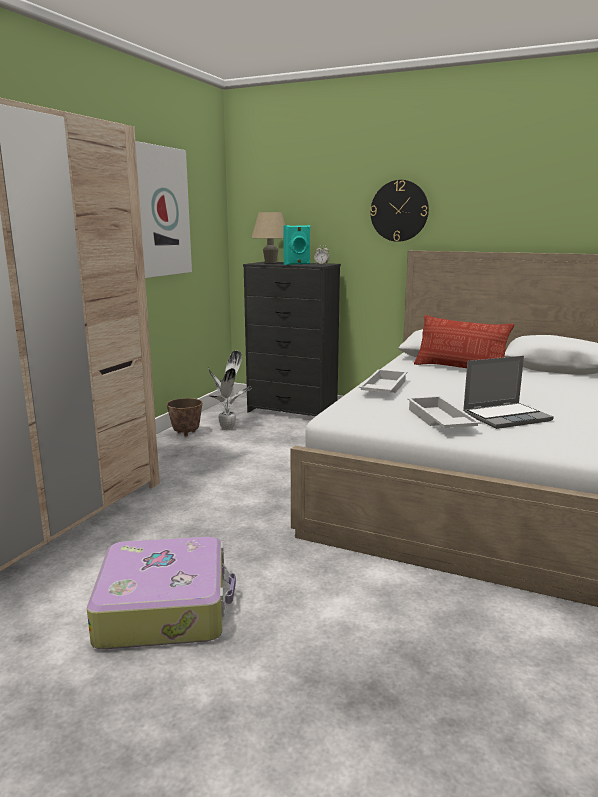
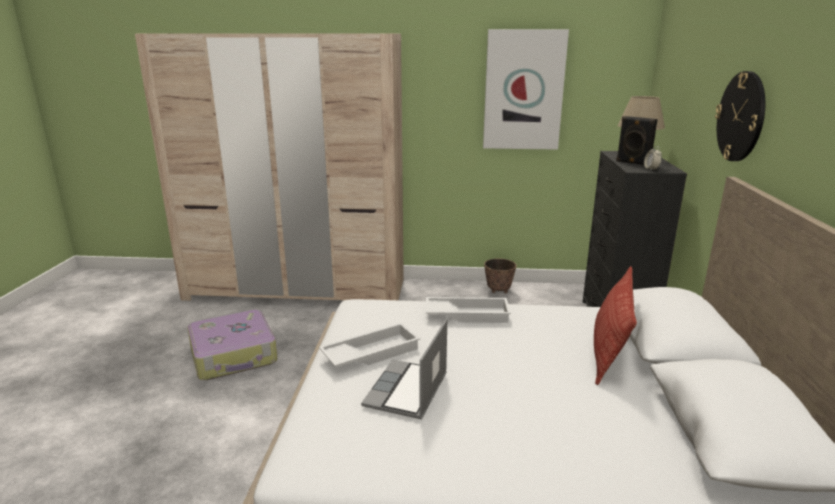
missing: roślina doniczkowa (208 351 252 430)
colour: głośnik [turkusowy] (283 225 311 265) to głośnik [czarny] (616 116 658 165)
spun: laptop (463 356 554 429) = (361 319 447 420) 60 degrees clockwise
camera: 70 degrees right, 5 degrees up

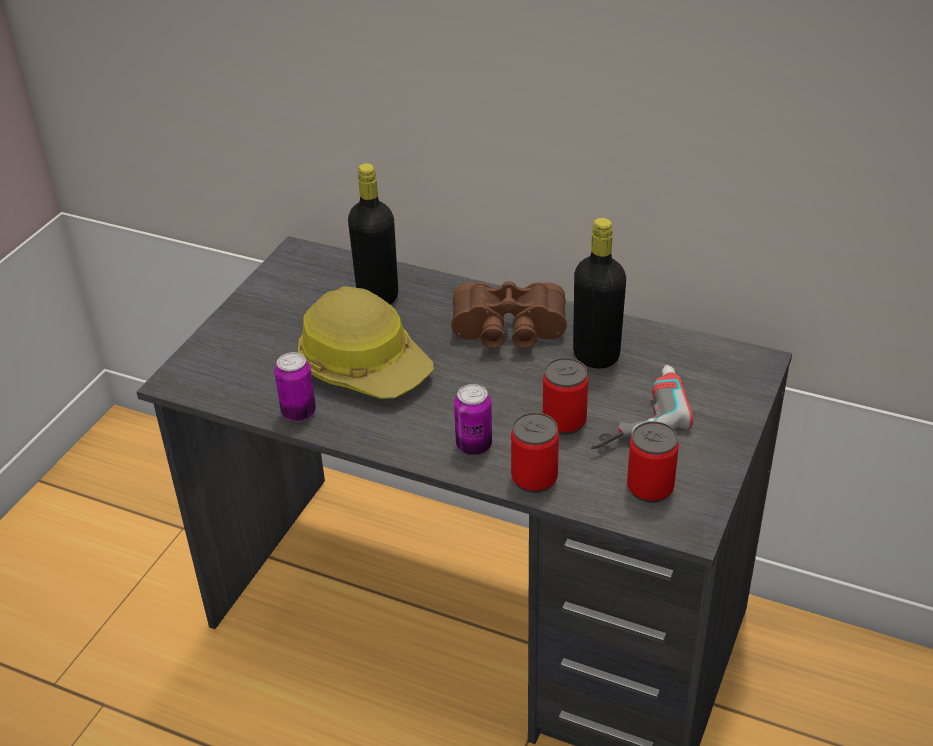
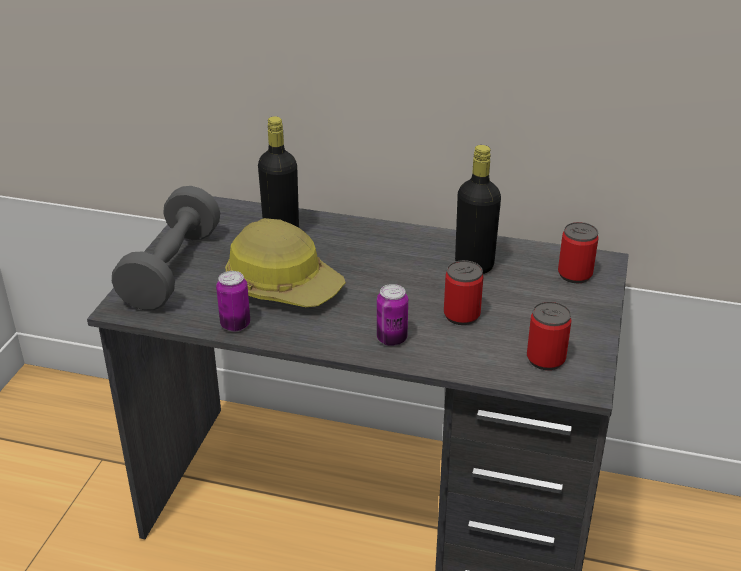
missing: lornetka [brązowy] (451 281 567 348); wiertarka (591 365 693 449)
appeared: hantel [szary] (112 186 220 310)
relocated: puszka (511 412 559 493) to (558 222 599 283)
camera: 10 degrees left, 5 degrees down

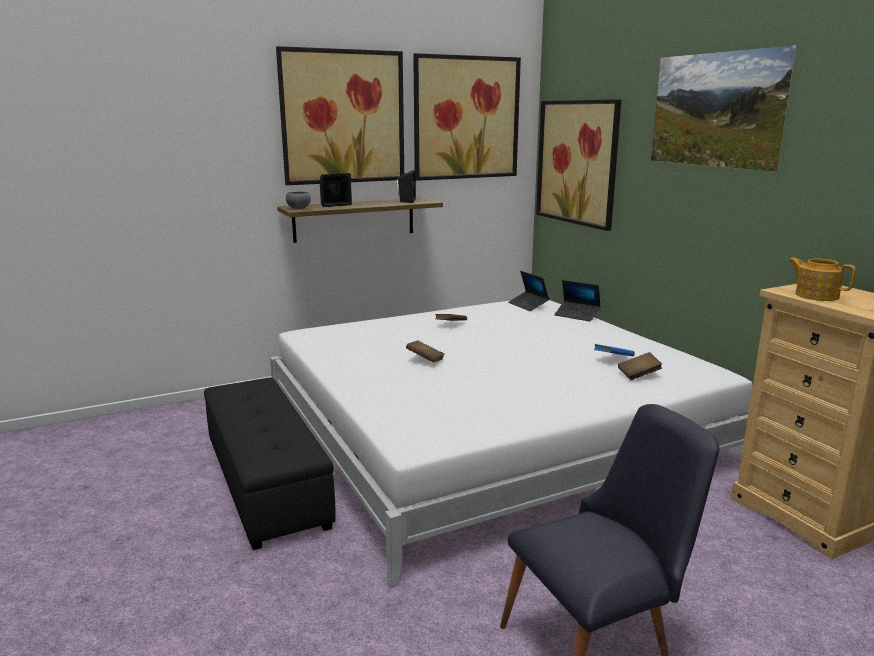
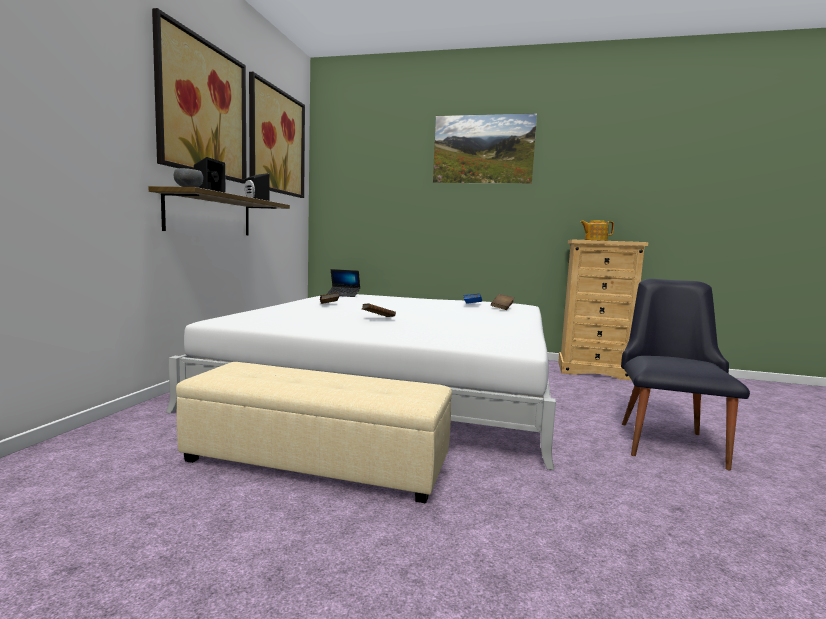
missing: obraz (536 99 621 231); laptop (554 280 601 322)
colour: pufa [czarny] (204 378 336 550) to pufa [beżowy] (176 362 452 503)
camera: 50 degrees left, 10 degrees down

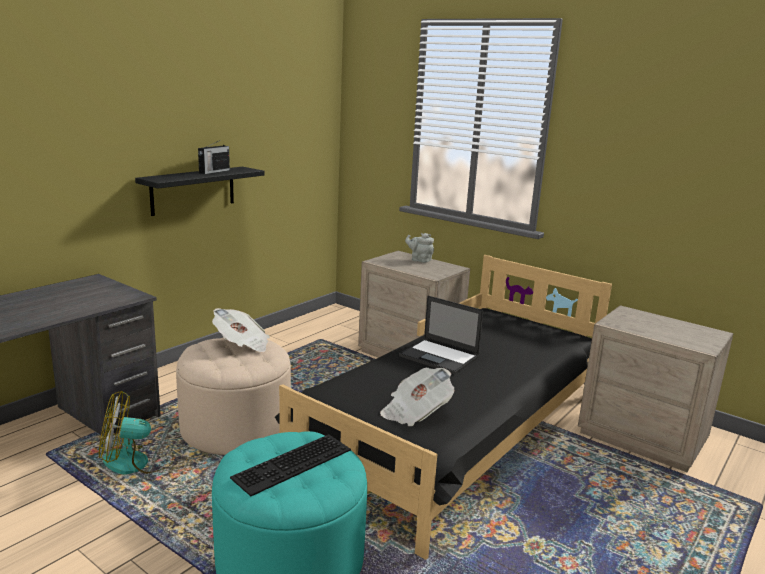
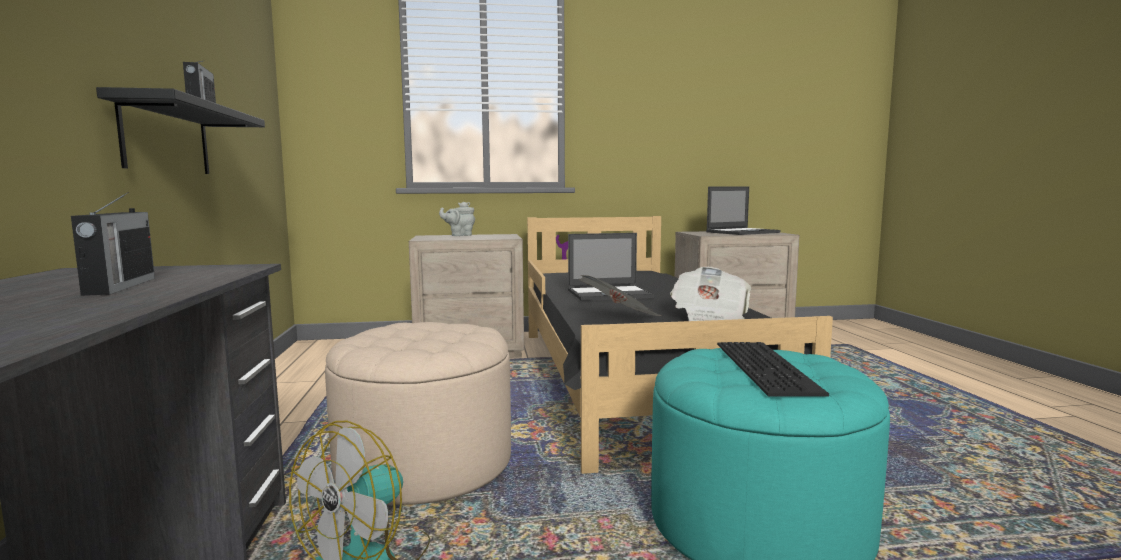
appeared: radio (71 192 155 296); laptop (706 186 780 235)
relocated: gazeta (212 308 270 352) to (579 275 662 316)
camera: 45 degrees left, 10 degrees down

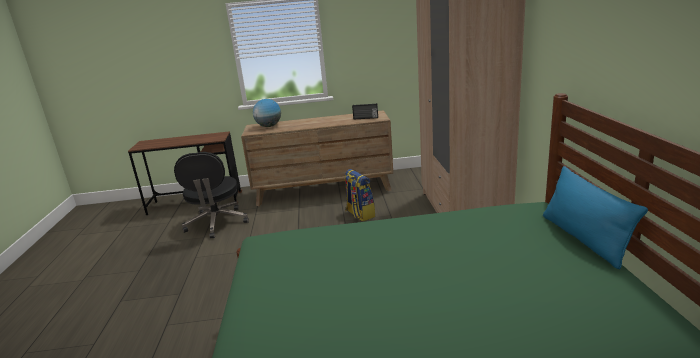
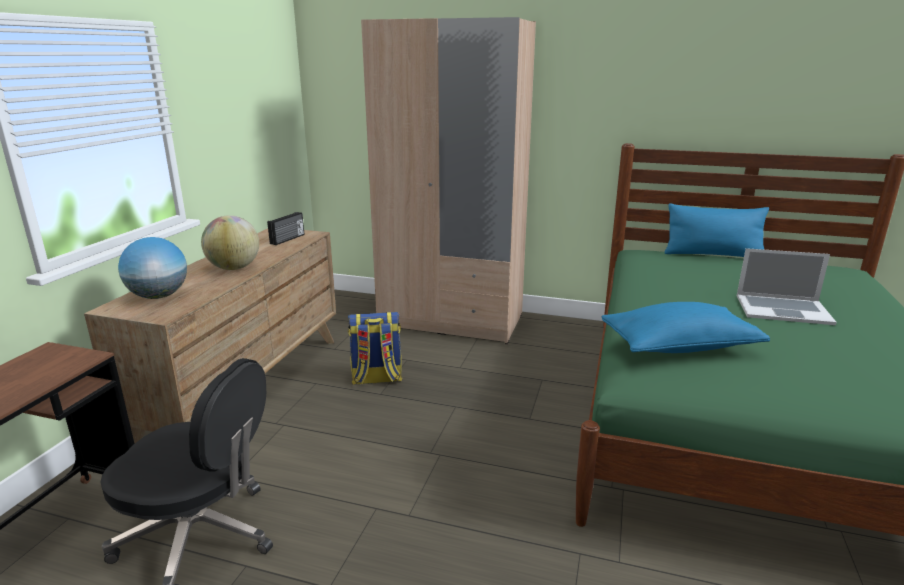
appeared: globus (201 215 259 270); poduszka [niebieski] (602 302 770 353); laptop (737 248 837 325)
camera: 70 degrees left, 0 degrees up

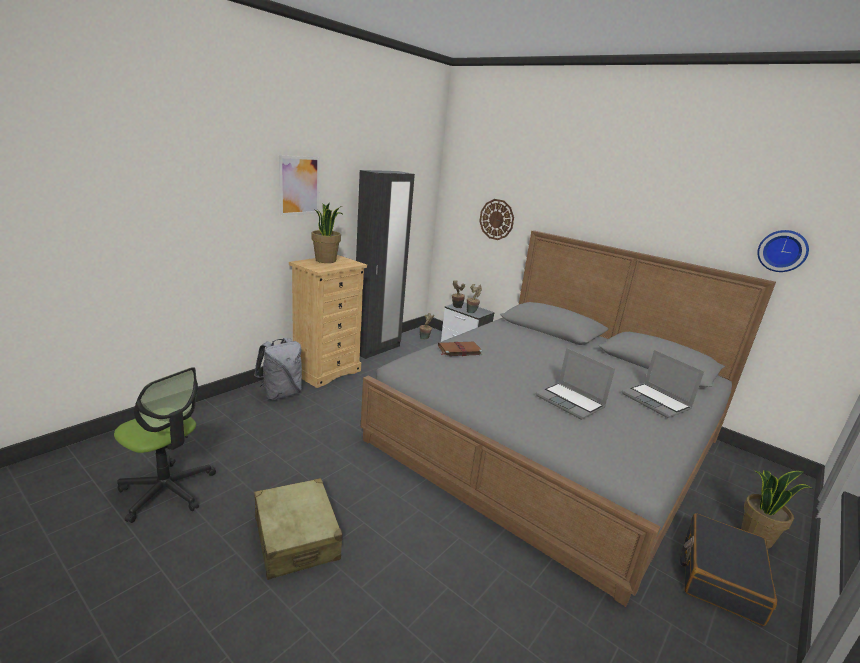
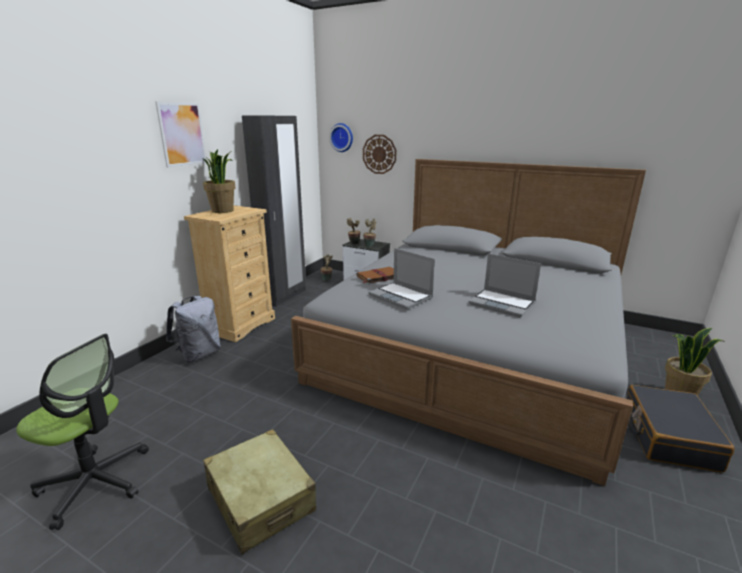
relocated: zegar ścienny (757 230 809 272) to (329 123 353 152); laptop (622 350 704 418) to (369 248 435 309)
camera: 10 degrees left, 0 degrees up

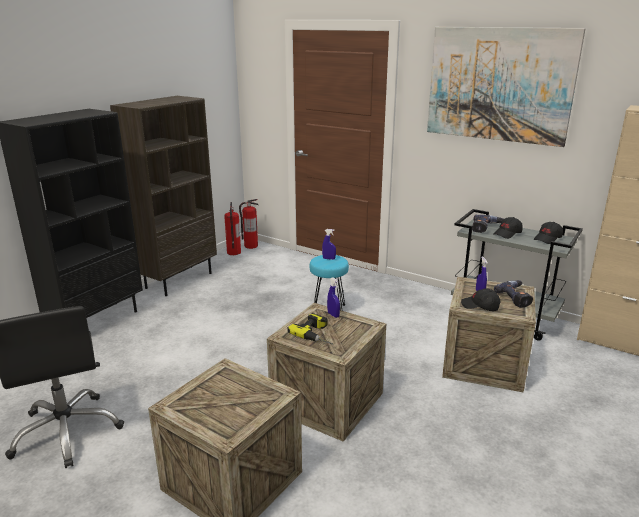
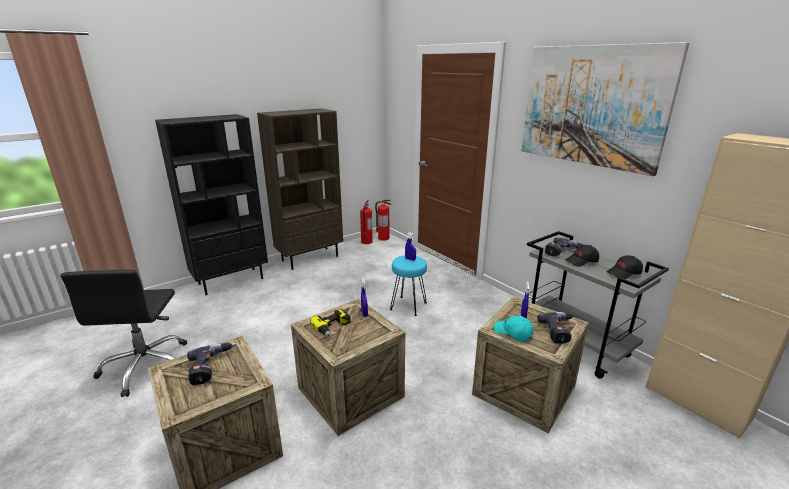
appeared: wiertarka (187 343 233 385)
colour: czapka z daszkiem [czarny] (461 288 501 311) to czapka z daszkiem [turkusowy] (494 316 534 342)
camera: 20 degrees right, 0 degrees up

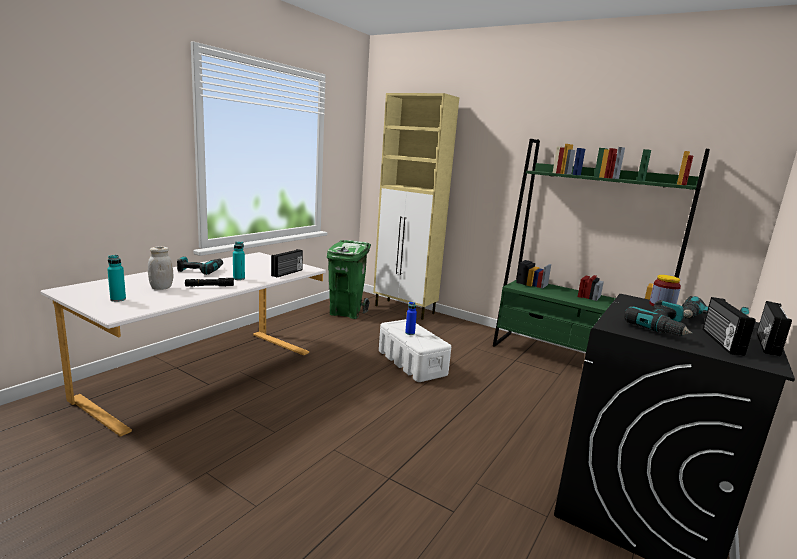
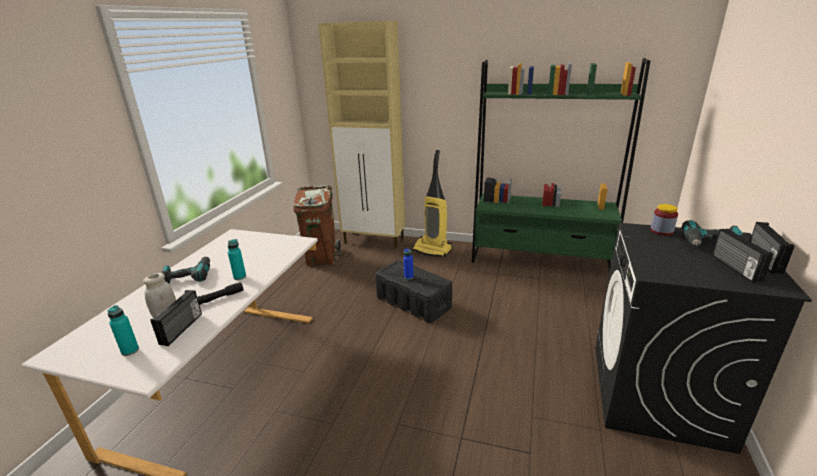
missing: wiertarka (624 300 692 336)
appeared: odkurzacz (412 150 452 258)
relocated: radio (271 249 303 277) to (151 290 202 346)
colour: kosz na śmieci [zielony] (327 240 371 319) to kosz na śmieci [brązowy] (293 185 341 266); pojemnik do przechowywania [biały] (379 319 451 382) to pojemnik do przechowywania [czarny] (375 260 452 323)
camera: 15 degrees left, 10 degrees up

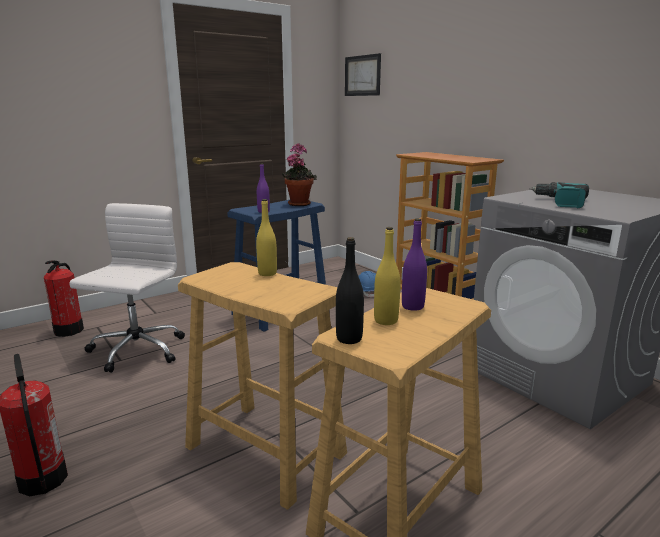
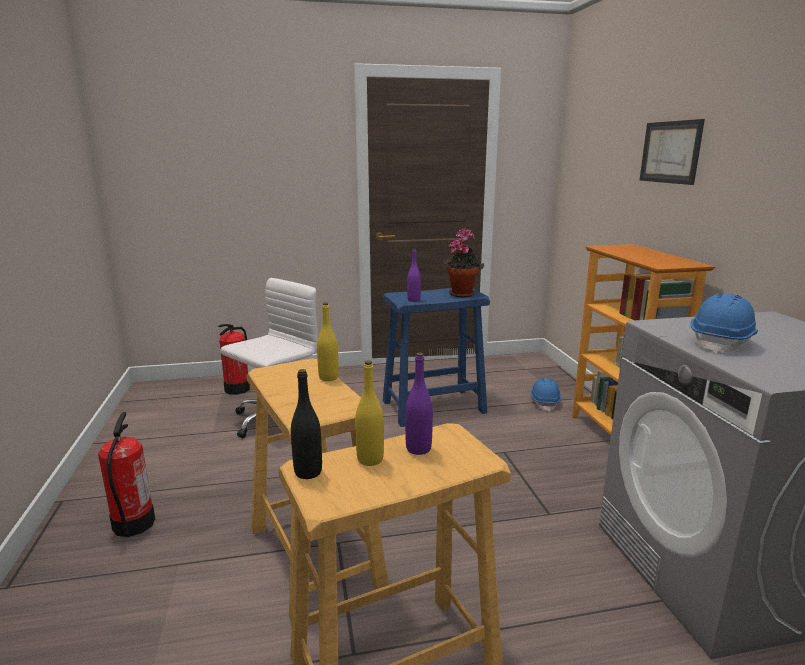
relocated: obraz (345 53 381 96) to (639 119 705 185)
exchanged: wiertarka (530 182 589 208) to kask [niebieski] (691 293 758 354)
camera: 25 degrees right, 0 degrees up

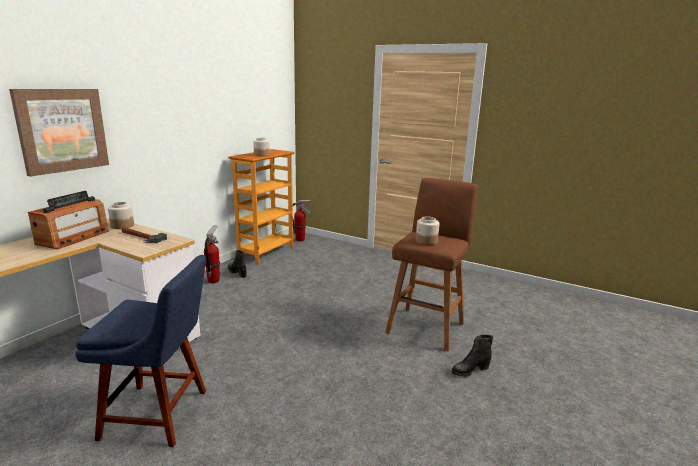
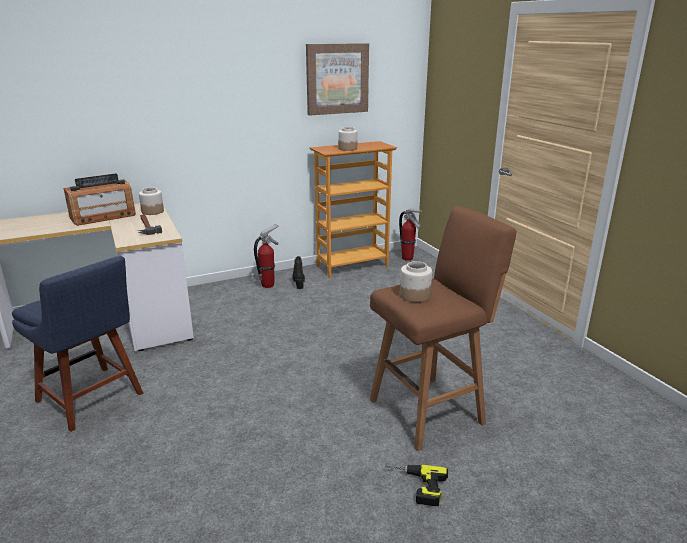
relocated: obraz (9 89 109 177) to (306 43 369 116)
exchanged: but z cholewką [czarny] (452 335 493 377) to wiertarka (385 465 448 506)
camera: 35 degrees right, 5 degrees up

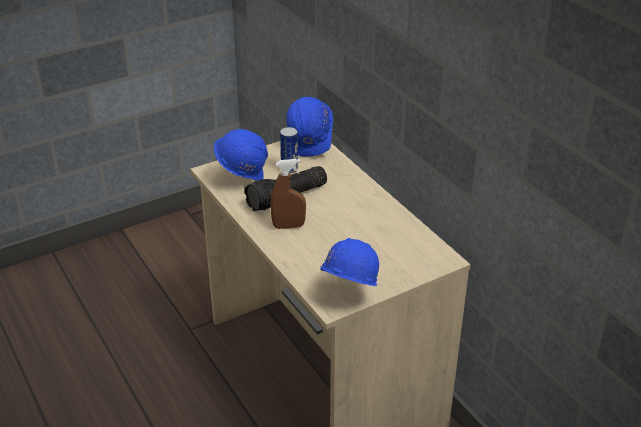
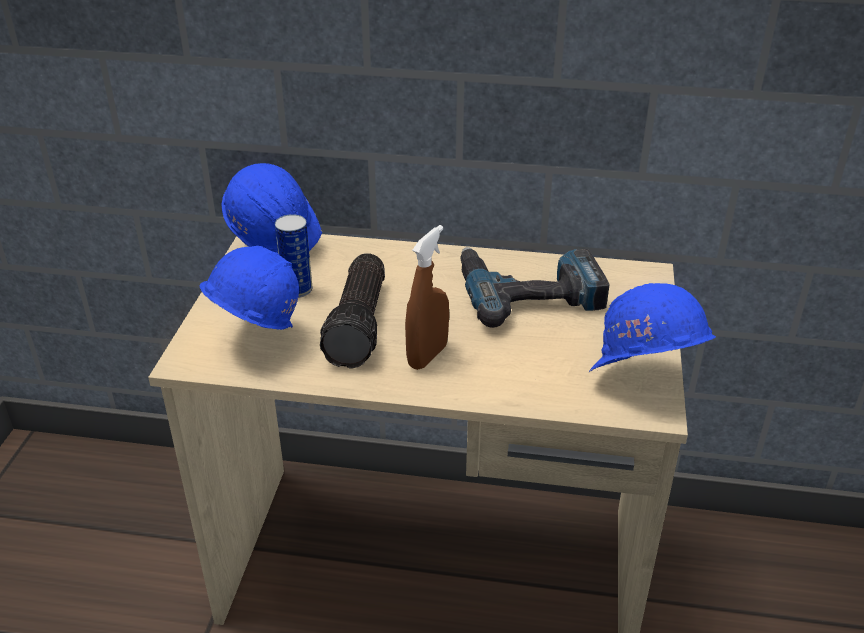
appeared: wiertarka (460 247 610 328)
camera: 50 degrees left, 0 degrees up

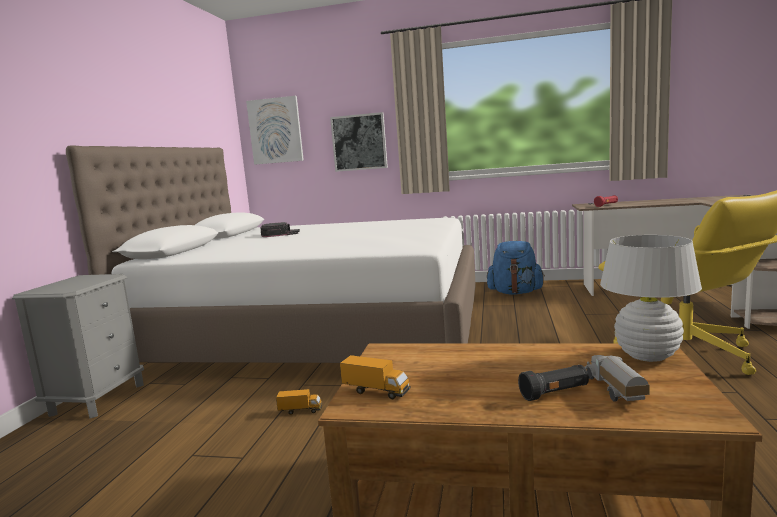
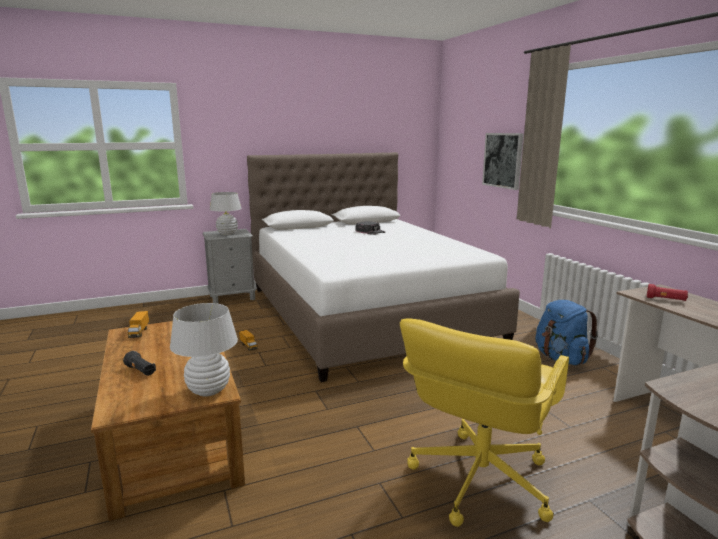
missing: obraz (246 96 304 165); ciężarówka zabawkowa (585 355 650 402)
appeared: lampa stołowa [biały] (210 192 242 235)
camera: 55 degrees right, 5 degrees up

